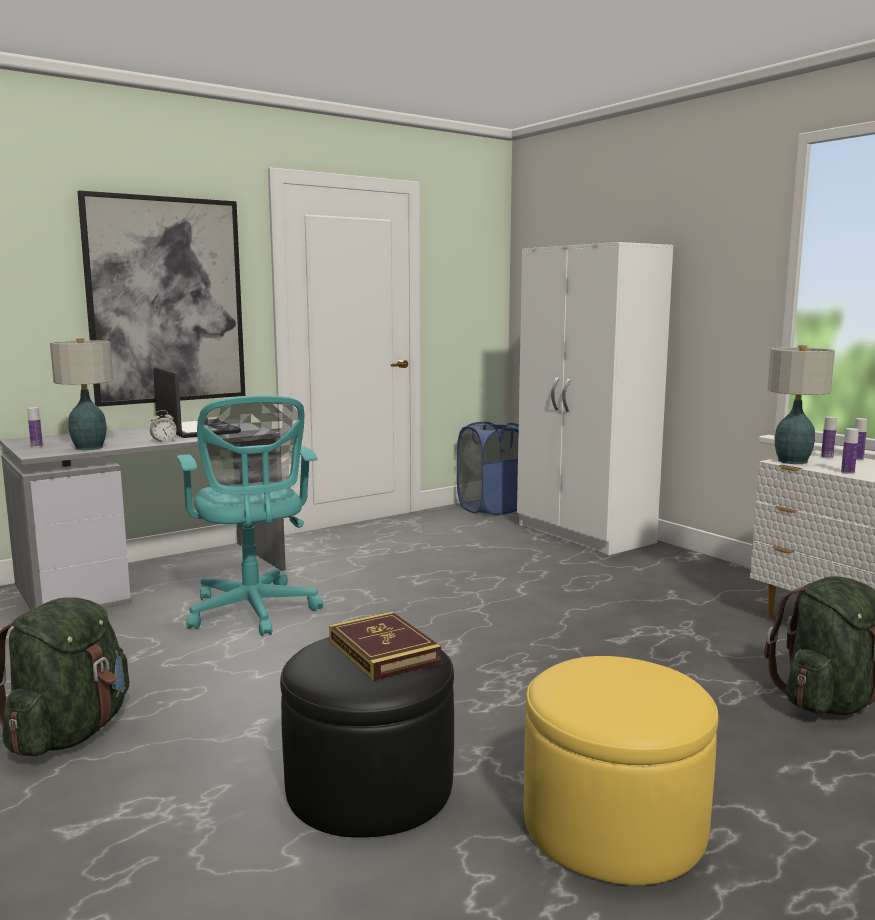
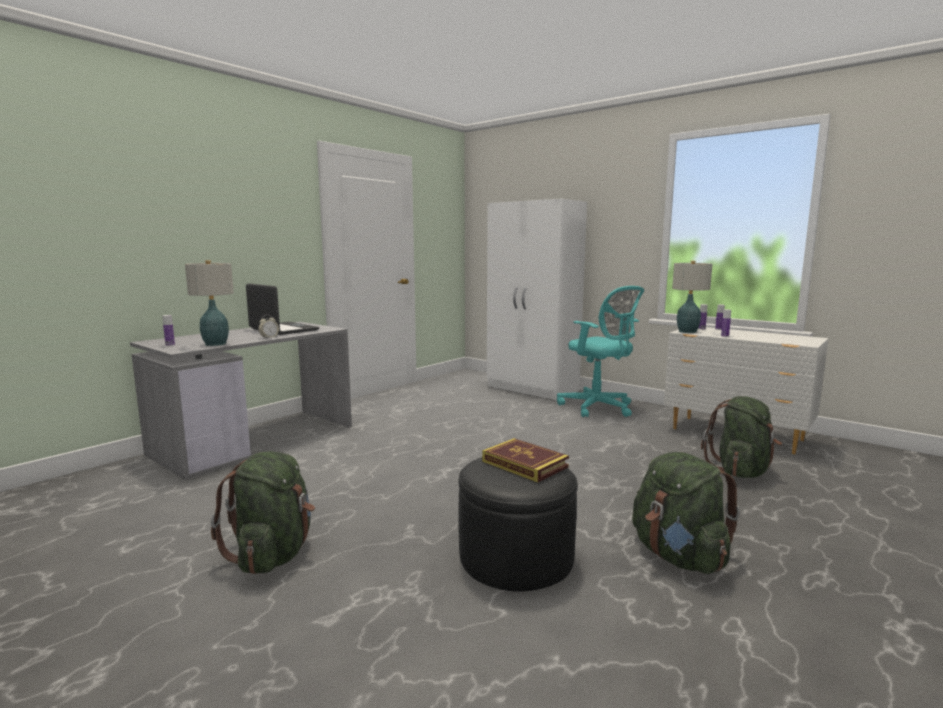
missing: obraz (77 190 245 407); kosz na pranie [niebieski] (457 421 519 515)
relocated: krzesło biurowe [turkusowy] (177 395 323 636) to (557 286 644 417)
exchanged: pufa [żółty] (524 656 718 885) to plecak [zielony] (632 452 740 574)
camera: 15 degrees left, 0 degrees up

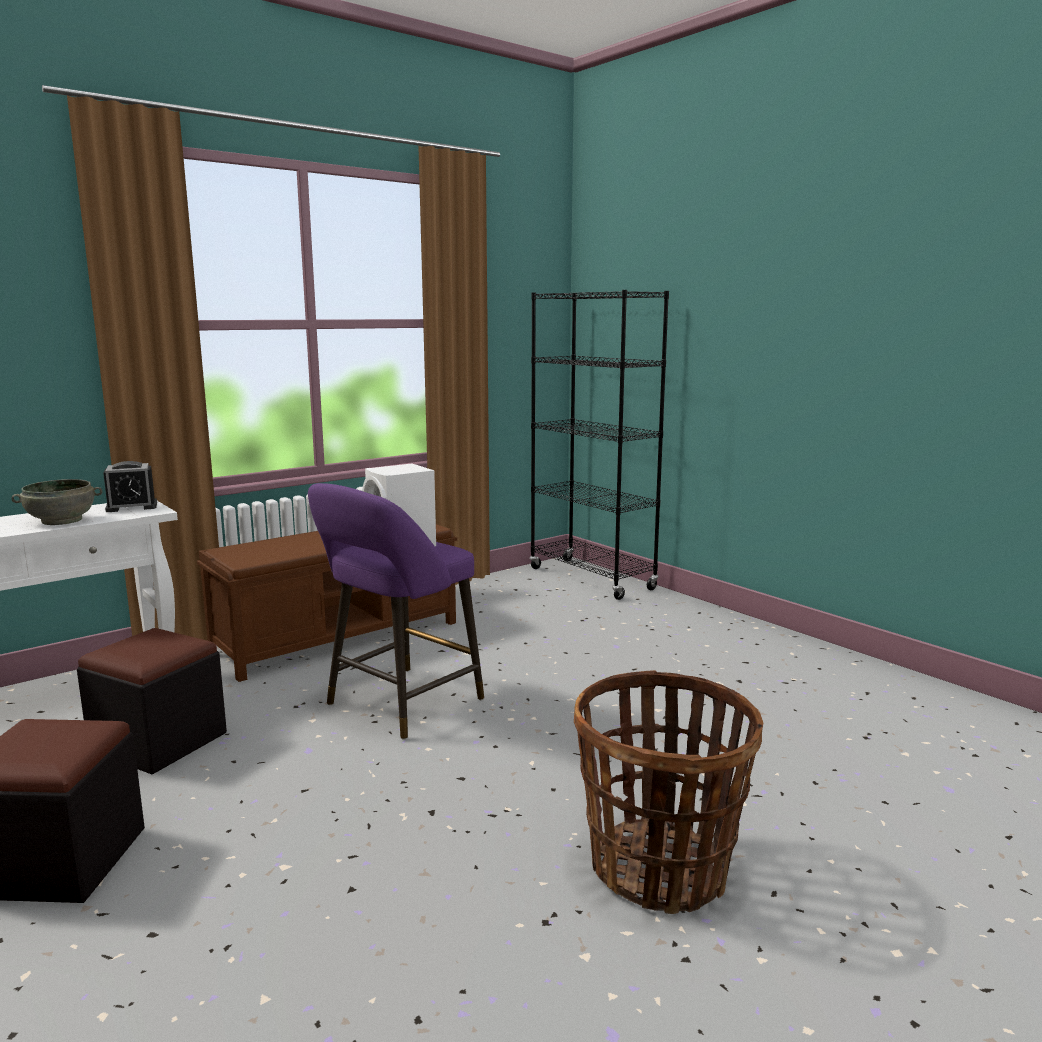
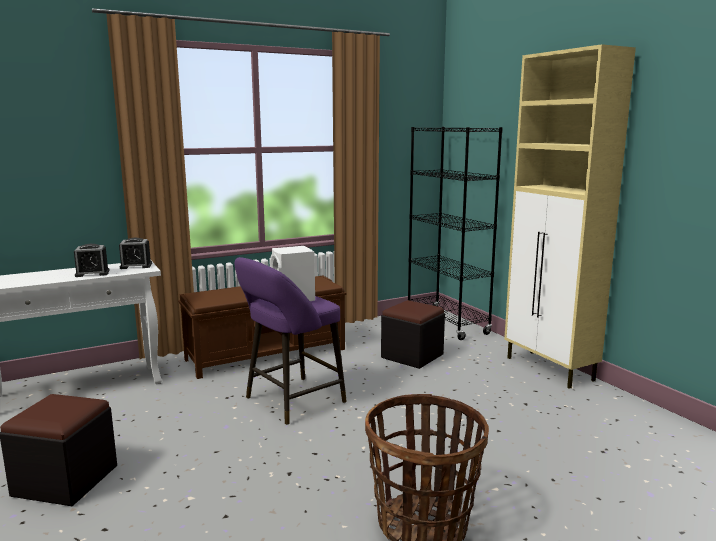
appeared: szafka [beżowy] (504 44 636 389)
relocated: pufa [czarny] (77 628 227 775) to (381 300 445 369)
exchanged: miska [szary] (11 479 102 525) to budzik (74 244 110 277)
camera: 10 degrees right, 0 degrees up

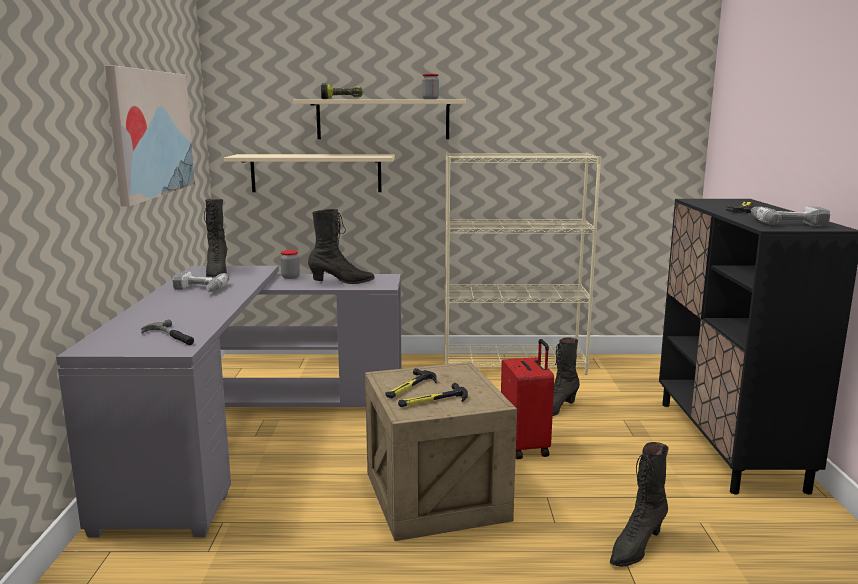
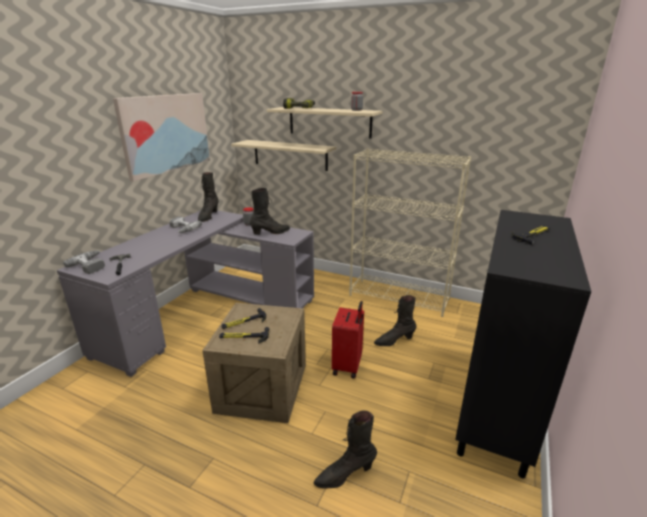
relocated: wiertarka (751 206 830 227) to (63 250 105 274)
spun: but z cholewką [czarny] (308 209 375 284) = (250 188 290 235) 45 degrees counterclockwise
camera: 25 degrees right, 10 degrees up

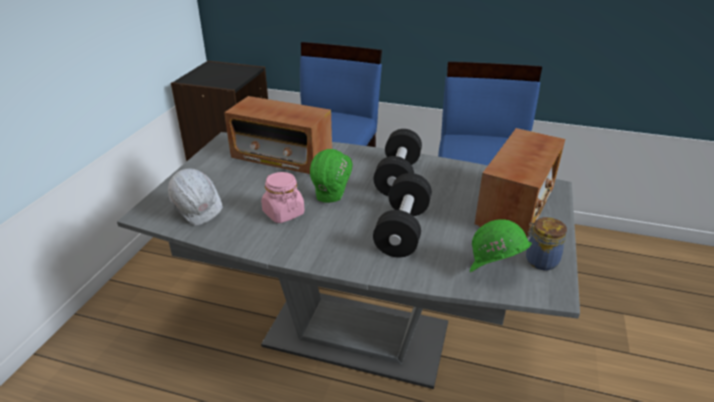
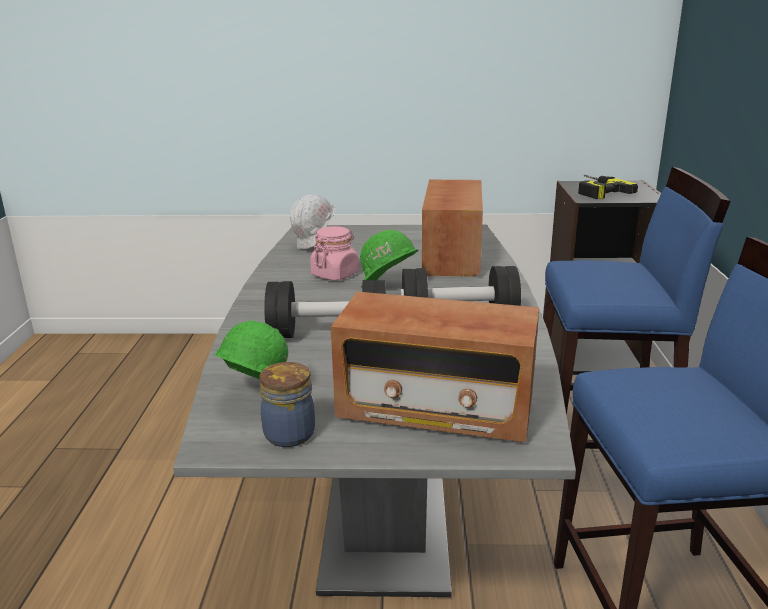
appeared: wiertarka (578 175 638 199)
camera: 75 degrees right, 10 degrees down

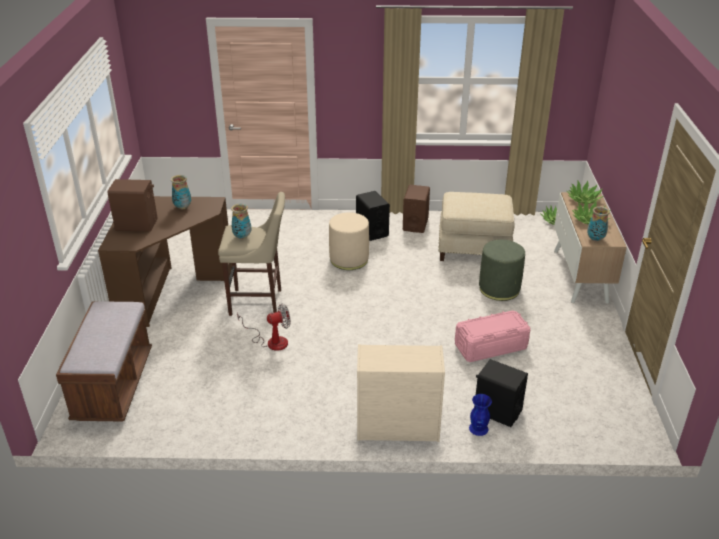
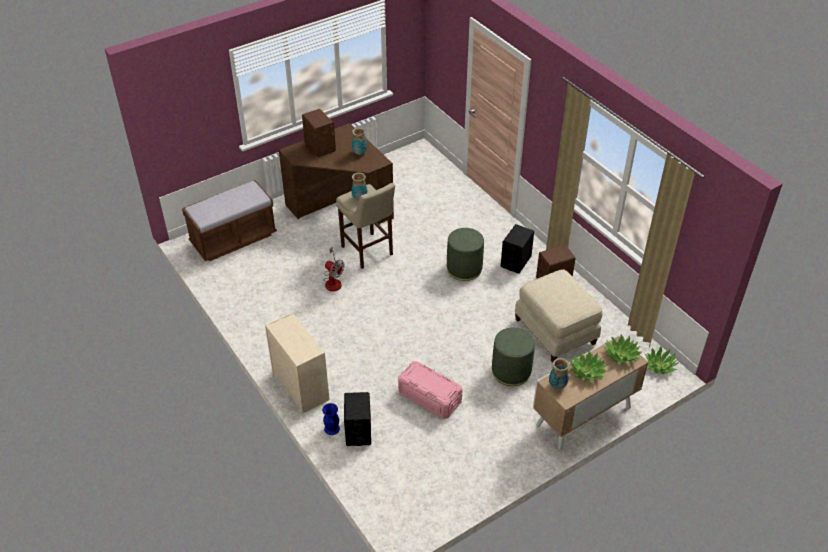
colour: pufa [beżowy] (329 212 369 270) to pufa [zielony] (447 228 484 281)
camera: 55 degrees right, 10 degrees up

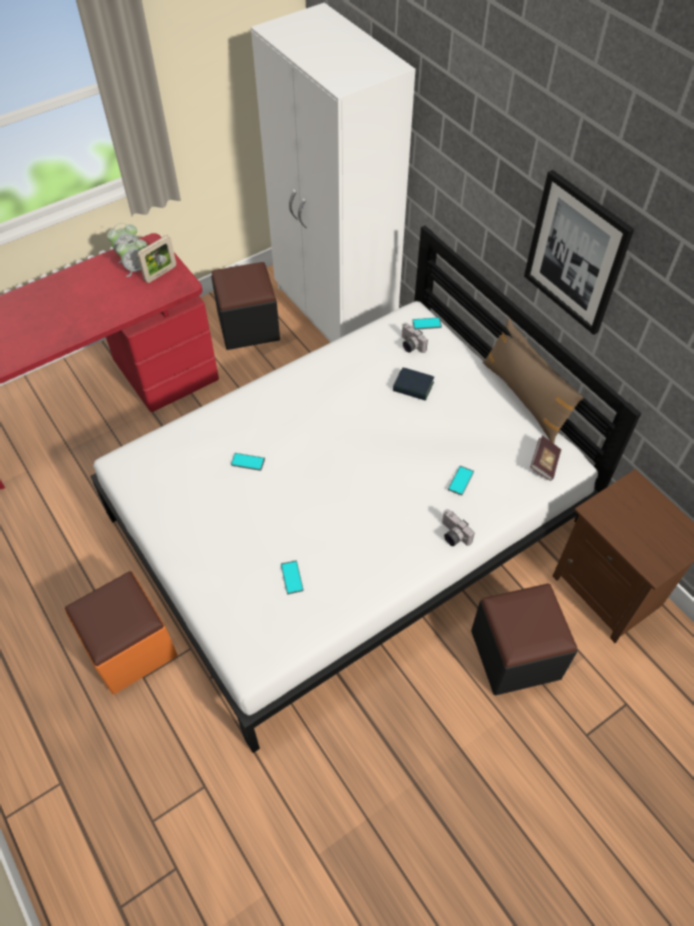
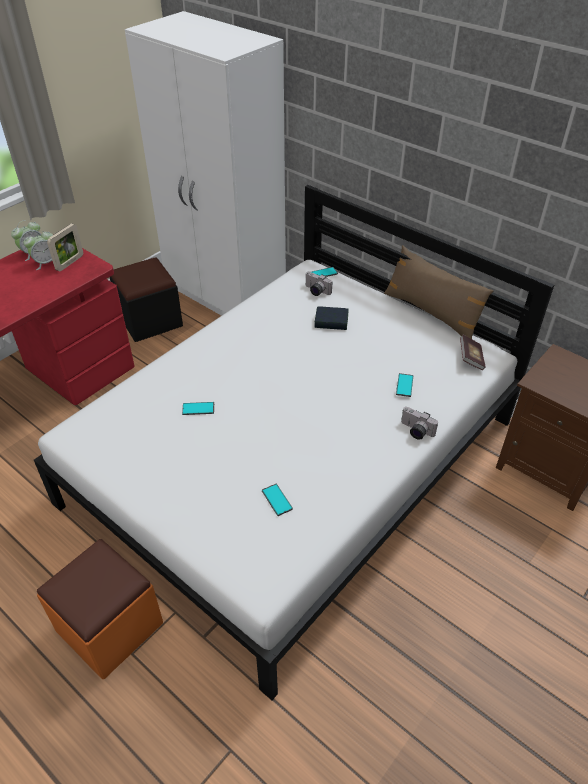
missing: pufa [czarny] (471 583 577 696); obraz (524 170 634 335)
camera: 15 degrees left, 10 degrees down

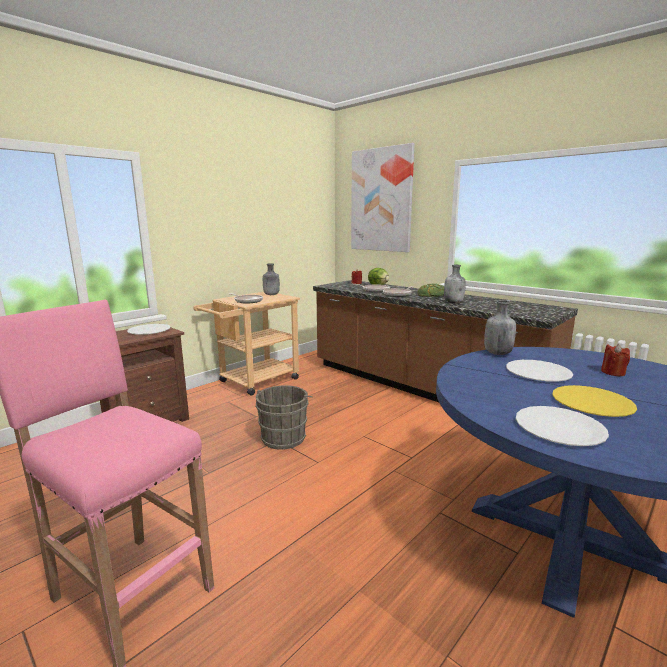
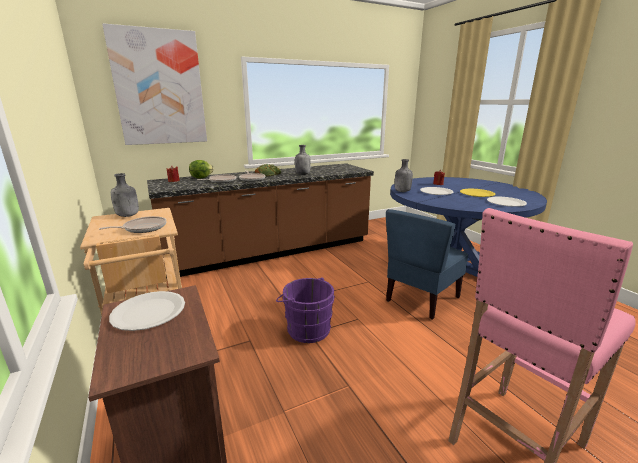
appeared: krzesło [niebieski] (386 209 469 319)
colour: wiadro [szary] (255 385 313 450) to wiadro [fioletowy] (276 278 335 343)
camera: 70 degrees left, 5 degrees up

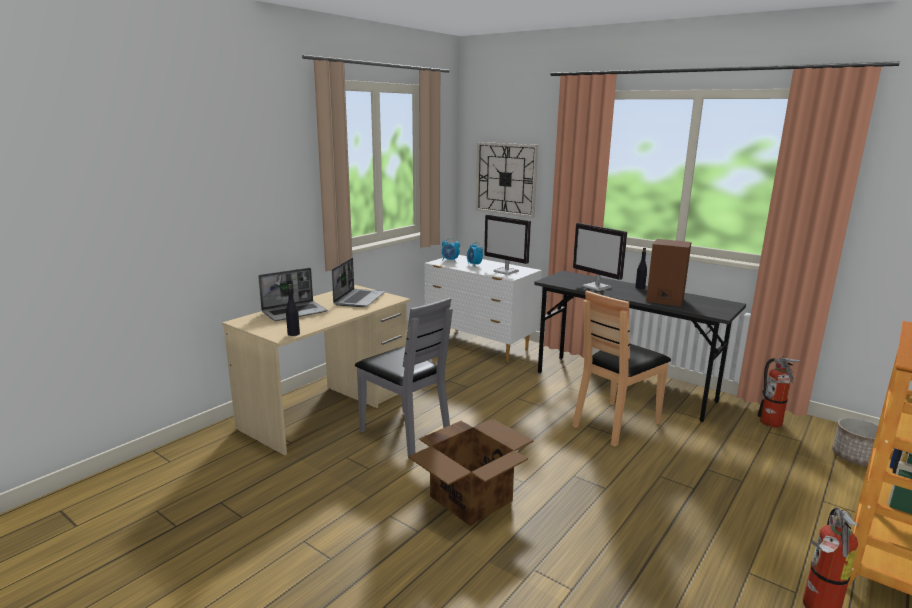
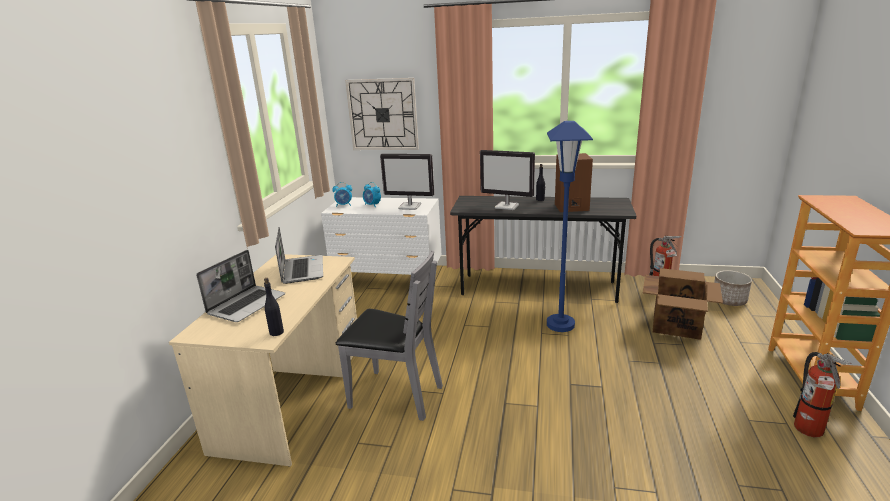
relocated: karton (408 419 534 526) to (643 268 723 340)
exchanged: krzesło [brązowy] (572 291 671 447) to lampa stojąca [niebieski] (547 121 593 332)
camera: 25 degrees left, 5 degrees up

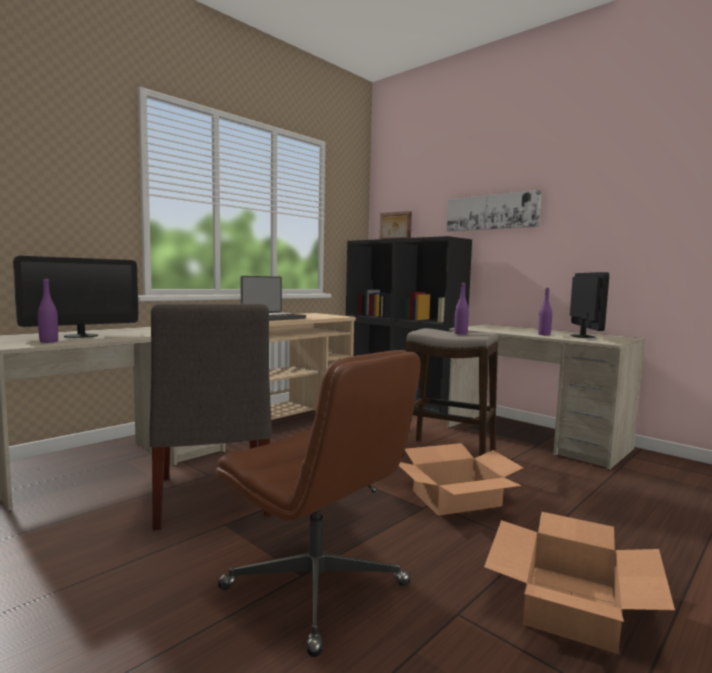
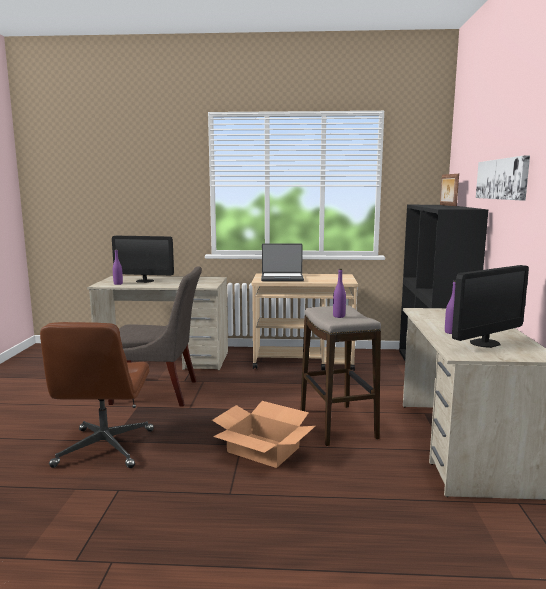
missing: karton (484 512 675 654)
spun: krzesło [szary] (149 303 271 530) = (108 266 202 406) 120 degrees counterclockwise
camera: 50 degrees right, 5 degrees up

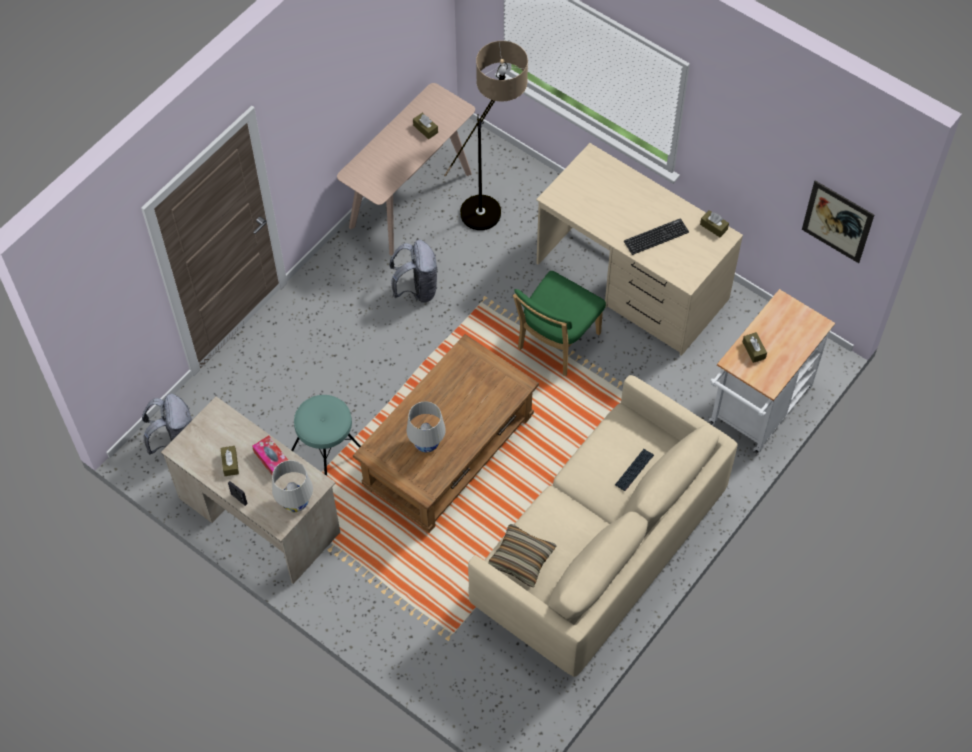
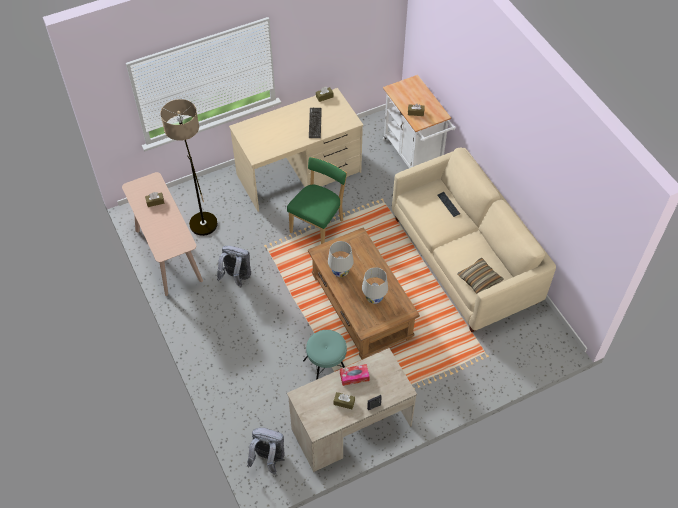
missing: obraz (802 181 874 263)
relocated: lampa stołowa [biały] (272 460 313 512) to (328 241 354 277)
spun: krzesło [zielony] (513 271 606 376) = (287 157 347 244) 120 degrees counterclockwise
camera: 65 degrees left, 5 degrees down

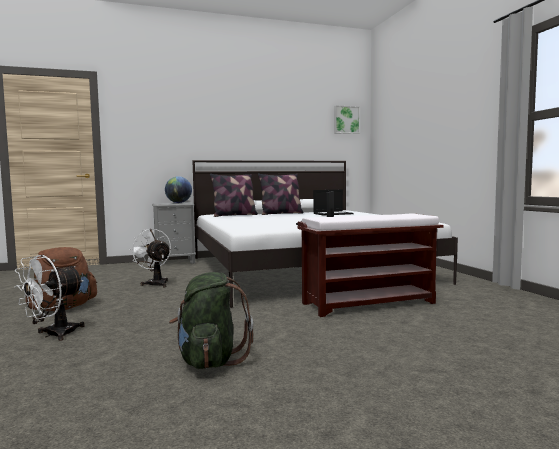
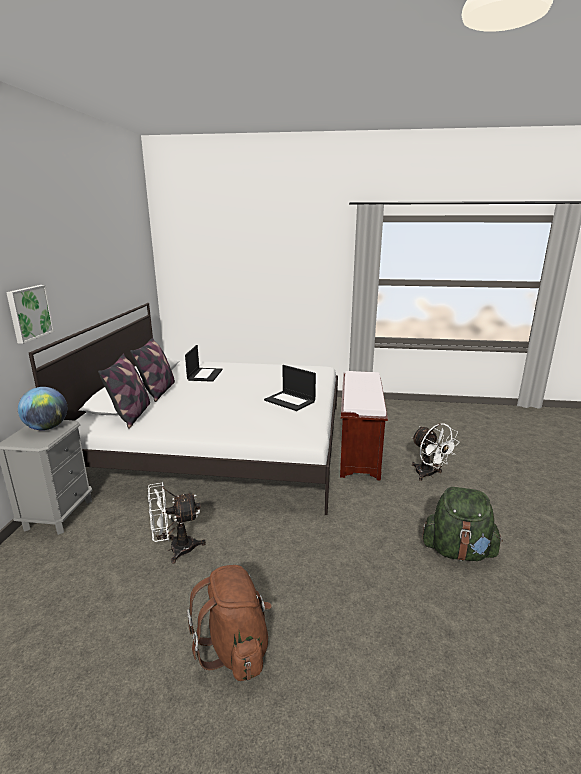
relocated: obraz (334 105 360 134) to (6 285 54 344); wentylator [biały] (14 255 85 341) to (412 423 460 481)
camera: 65 degrees left, 15 degrees up

